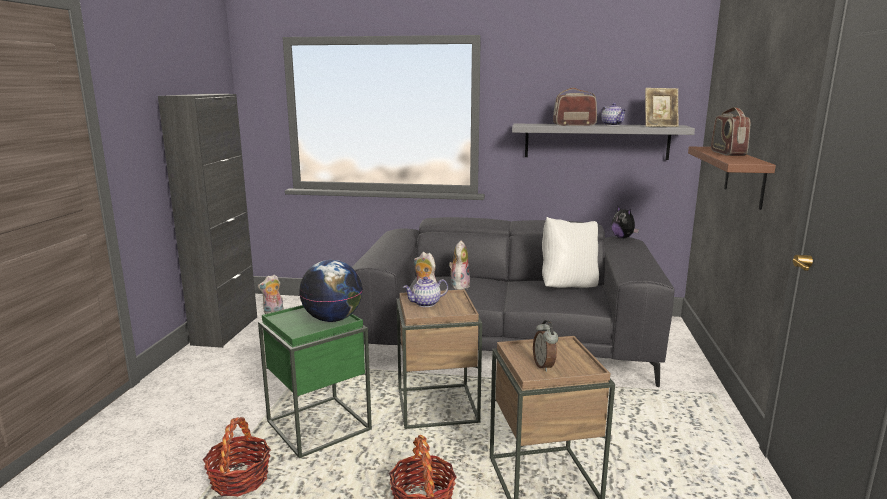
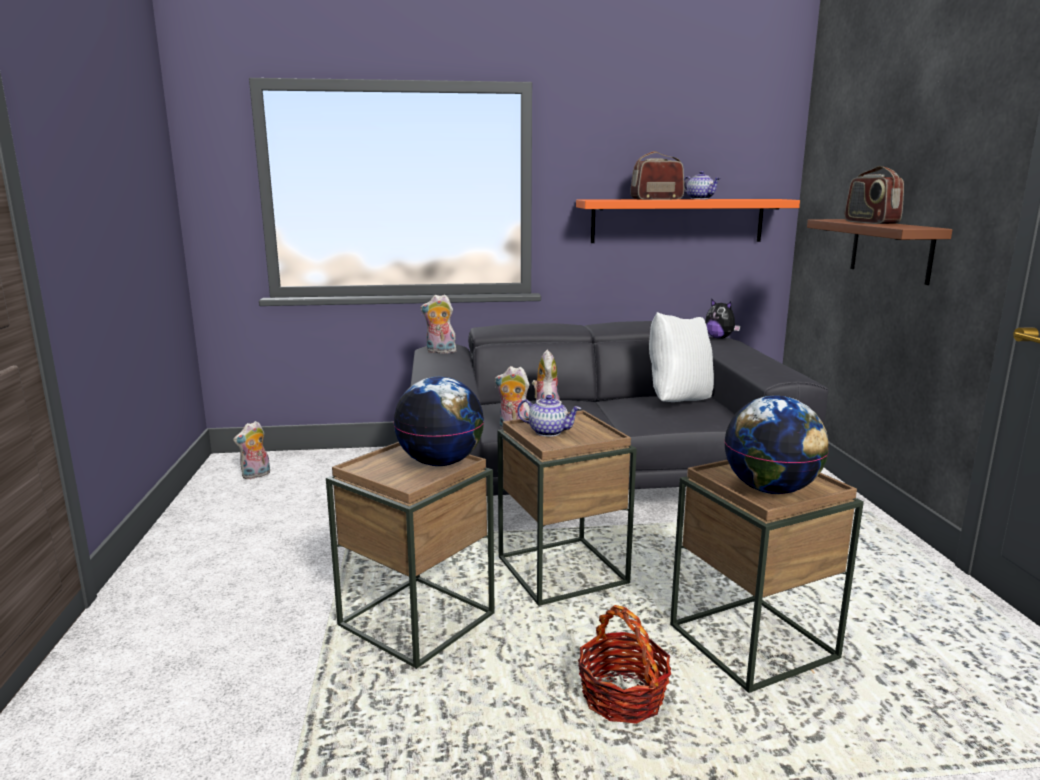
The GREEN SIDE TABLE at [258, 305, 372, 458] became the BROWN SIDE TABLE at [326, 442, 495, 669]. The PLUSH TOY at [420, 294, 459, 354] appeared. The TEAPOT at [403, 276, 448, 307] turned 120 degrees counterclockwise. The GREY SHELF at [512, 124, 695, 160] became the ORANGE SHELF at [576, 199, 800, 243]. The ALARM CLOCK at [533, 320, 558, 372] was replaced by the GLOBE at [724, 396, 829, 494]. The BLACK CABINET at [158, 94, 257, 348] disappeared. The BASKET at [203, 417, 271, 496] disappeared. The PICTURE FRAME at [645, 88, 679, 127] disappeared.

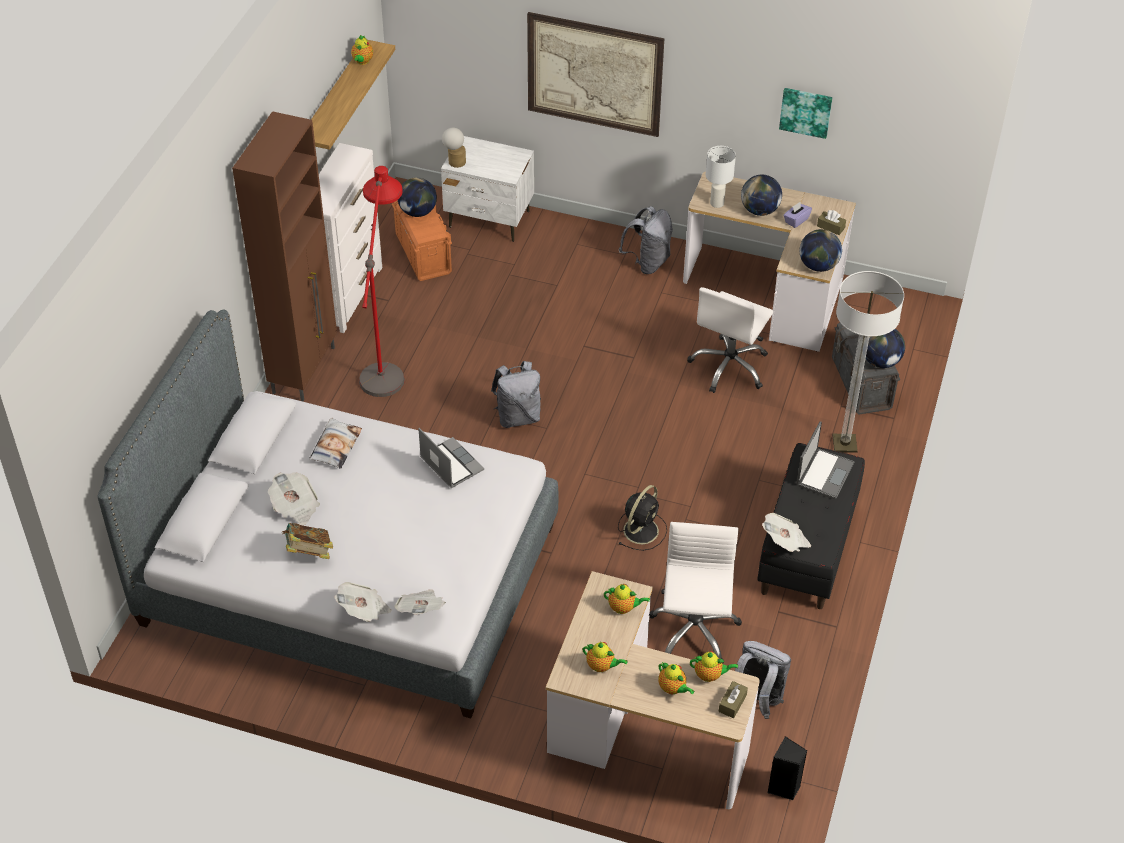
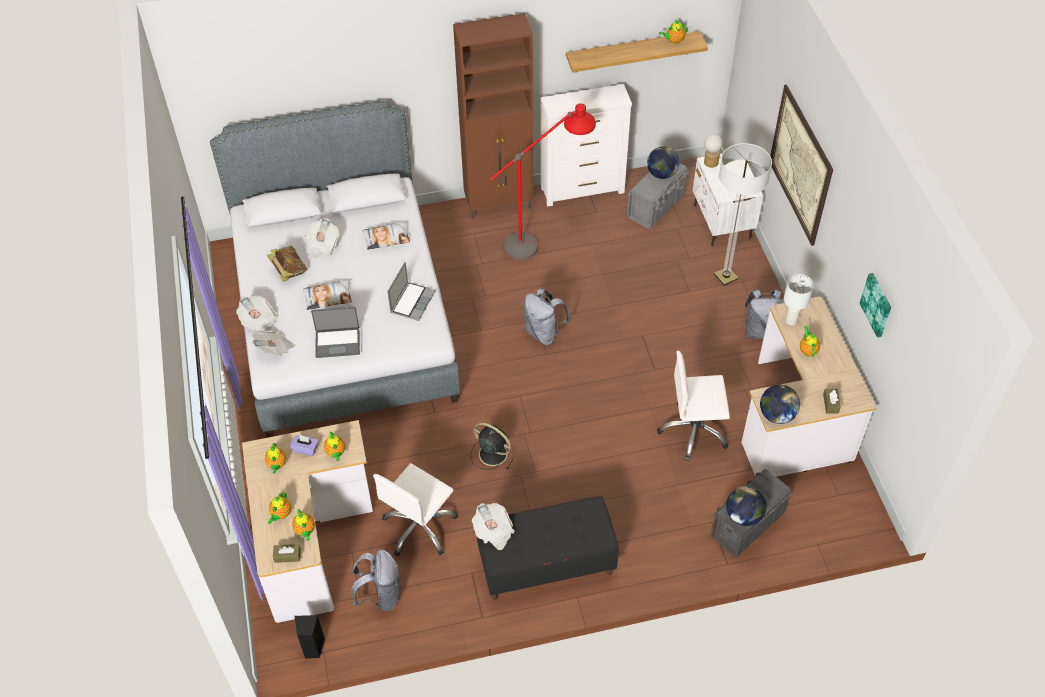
The PURPLE TISSUE BOX moved from [783, 202, 812, 228] to [290, 435, 319, 456]. The PILLOW at [303, 280, 352, 310] appeared. The LAPTOP moved from [797, 421, 855, 499] to [311, 307, 360, 358]. The WHITE OFFICE CHAIR at [649, 522, 742, 664] turned 150 degrees clockwise. The BLACK FAN at [618, 485, 667, 551] turned 150 degrees counterclockwise. The ORANGE STORAGE BOX at [392, 200, 452, 281] became the GREY STORAGE BOX at [627, 163, 689, 229]. The FLOOR LAMP moved from [832, 271, 904, 453] to [714, 143, 772, 286]. The GLOBE at [741, 175, 782, 216] was replaced by the TEAPOT at [800, 326, 820, 357].

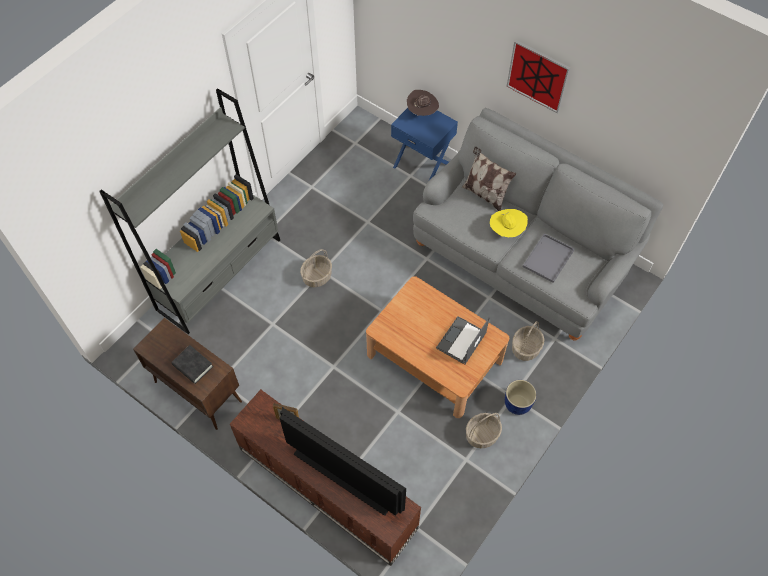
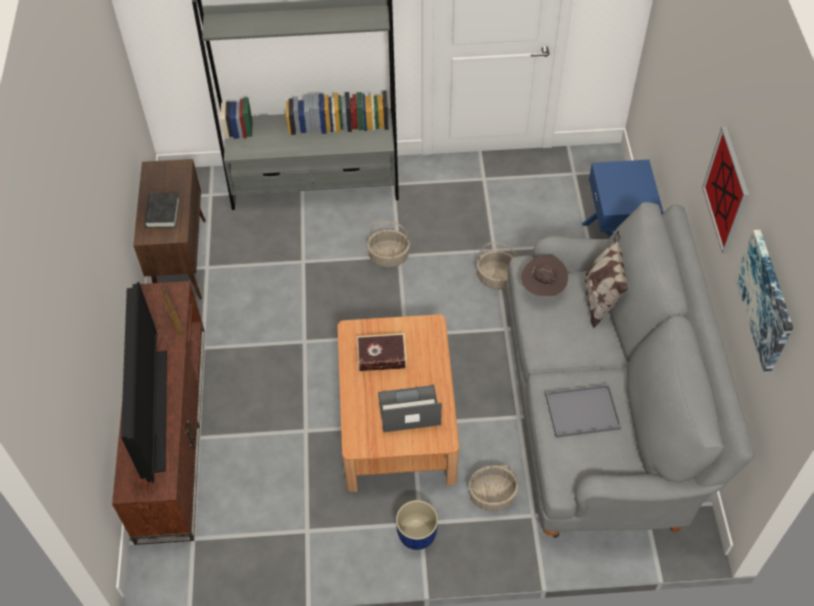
The BOOK at [357, 333, 407, 371] appeared. The BASKET moved from [466, 413, 502, 449] to [477, 242, 517, 290]. The BROWN HAT moved from [407, 90, 439, 116] to [521, 255, 568, 296]. The PICTURE at [735, 230, 793, 373] appeared. The YELLOW HAT at [490, 209, 528, 237] disappeared.

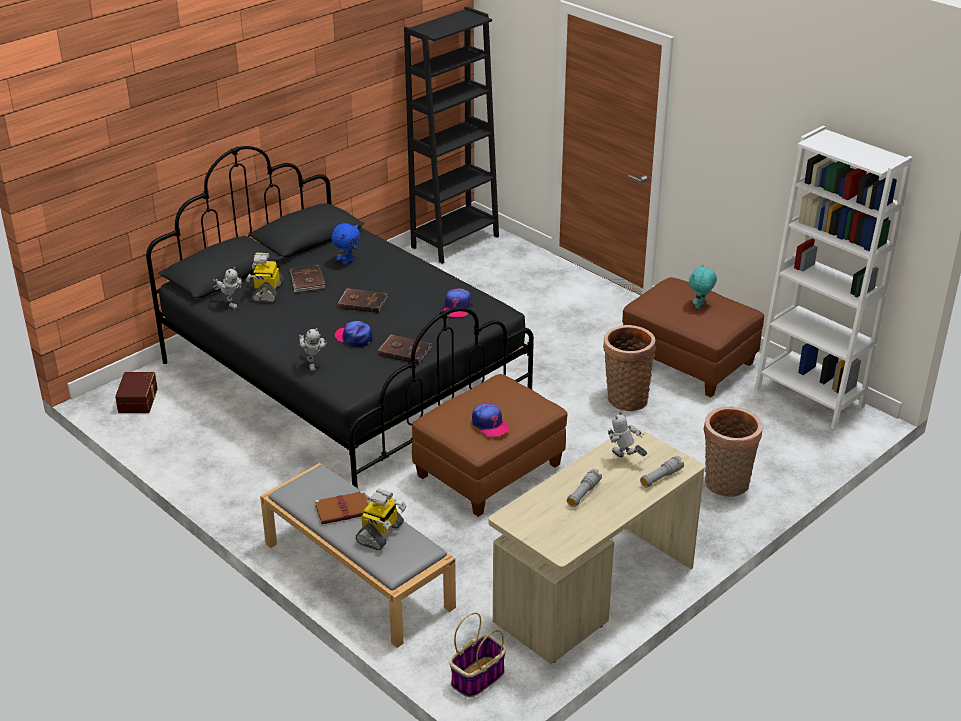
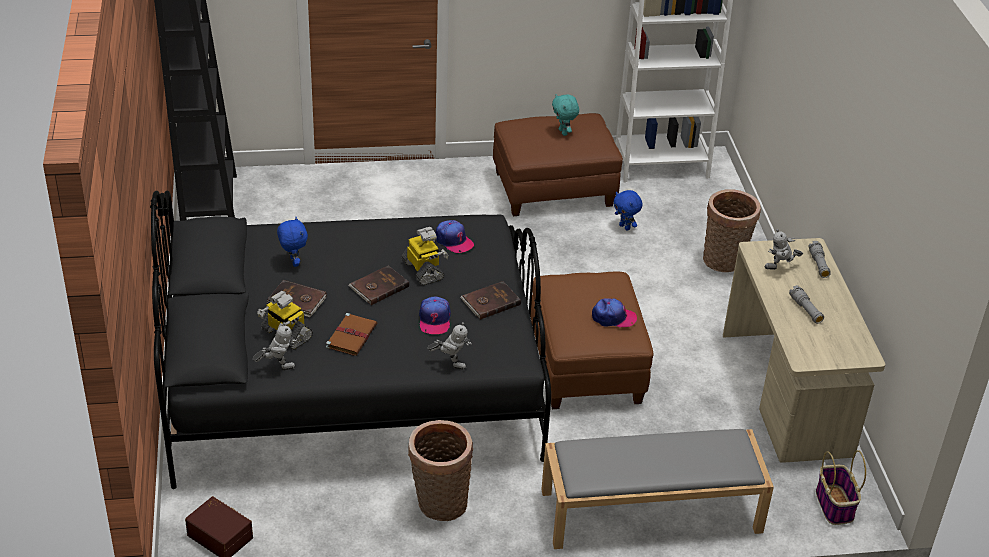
The BROWN BOOK moved from [315, 491, 370, 524] to [326, 313, 377, 356]. The TOY ROBOT moved from [355, 489, 407, 550] to [401, 227, 449, 285]. The BASKET moved from [603, 325, 656, 411] to [408, 420, 473, 521]. The CAP at [335, 321, 373, 348] turned 75 degrees counterclockwise. The BLUE PLUSH TOY at [613, 190, 642, 231] appeared.

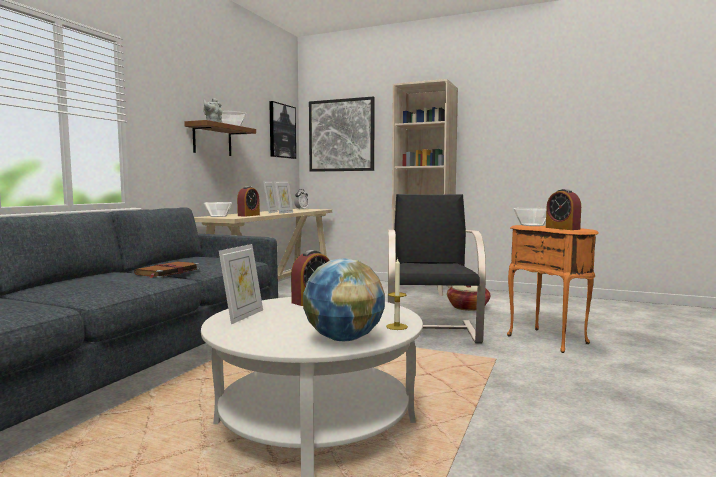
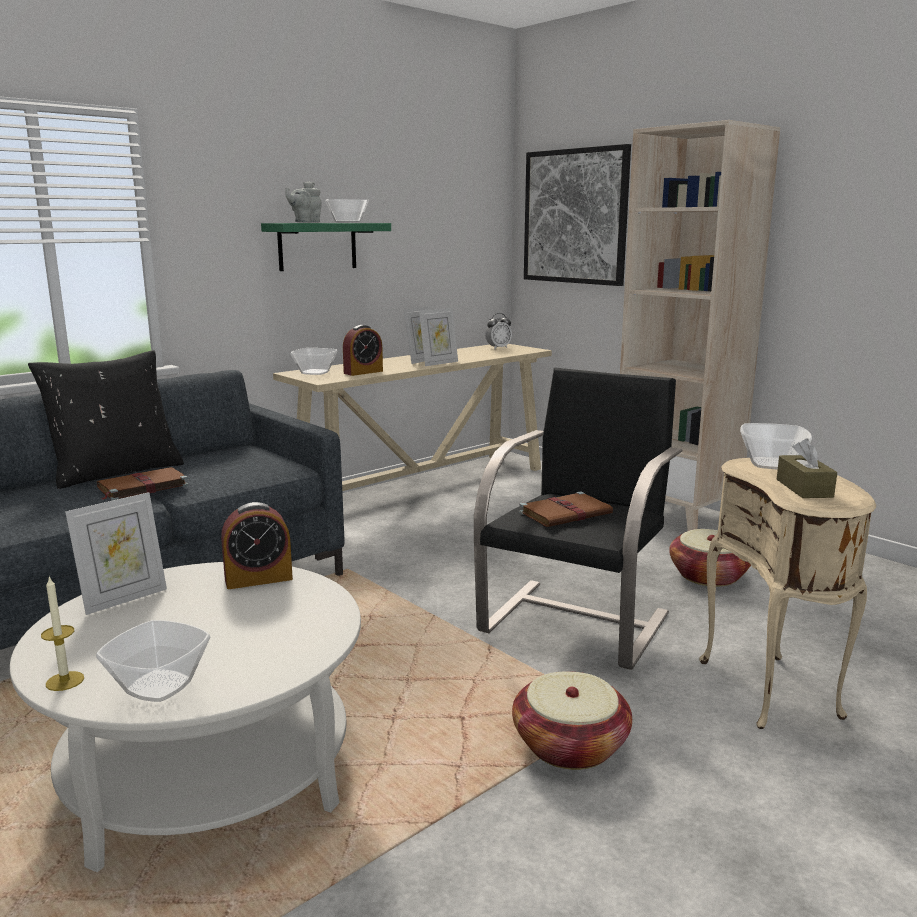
The BLACK PILLOW at [28, 350, 184, 489] appeared. The CANDLE moved from [386, 257, 408, 330] to [41, 575, 84, 691]. The GLOBE at [303, 258, 385, 341] was replaced by the BOWL at [96, 620, 210, 702]. The BROWN SHELF at [184, 120, 256, 156] became the GREEN SHELF at [261, 223, 391, 271]. The BASKET at [512, 671, 632, 770] appeared. The BROWN BOOK at [519, 491, 613, 527] appeared. The ORANGE SIDE TABLE at [507, 225, 599, 353] became the BEIGE SIDE TABLE at [699, 458, 876, 729]. The ALARM CLOCK at [546, 189, 581, 230] was replaced by the BROWN TISSUE BOX at [777, 438, 837, 498]. The PICTURE at [269, 101, 296, 159] disappeared.

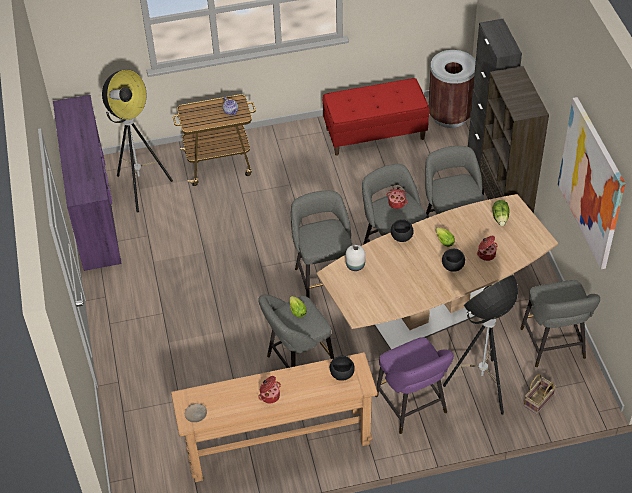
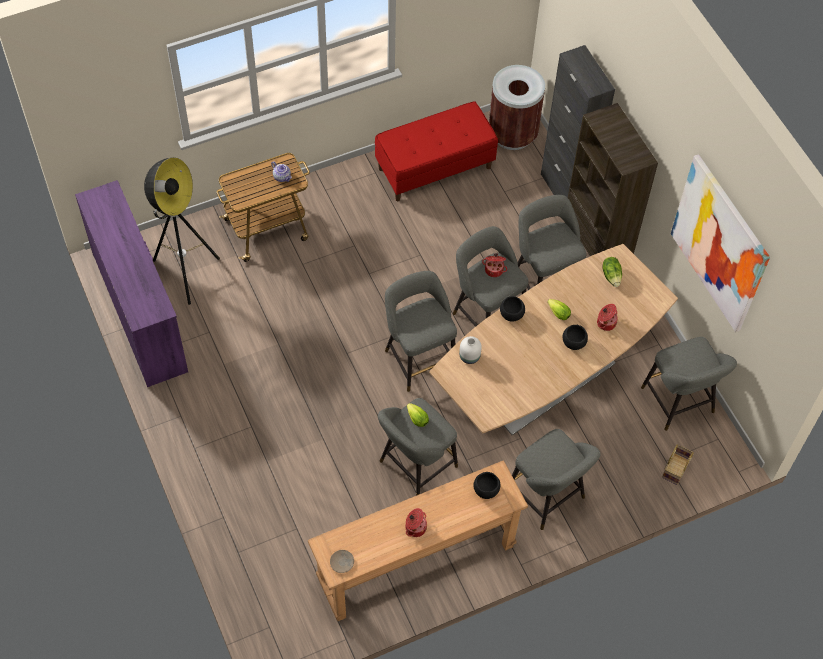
The PURPLE STOOL at [375, 337, 454, 434] became the GREY STOOL at [512, 429, 601, 530]. The FLOOR LAMP at [443, 275, 518, 415] disappeared.

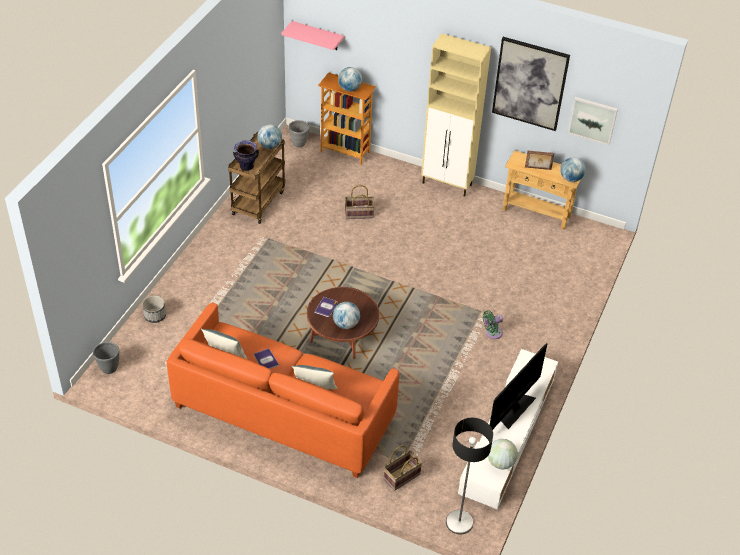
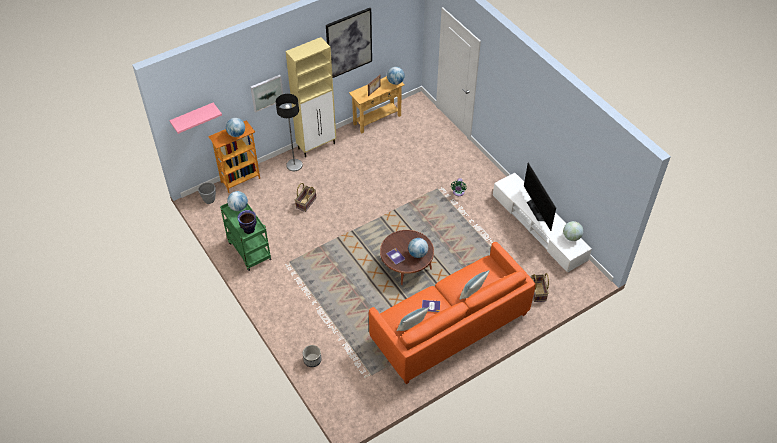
The BROWN CART at [228, 132, 285, 224] became the GREEN CART at [220, 203, 272, 271]. The PICTURE moved from [568, 97, 618, 145] to [251, 75, 283, 113]. The FLOOR LAMP moved from [446, 418, 493, 535] to [276, 94, 303, 171]. The GREY PLANTER at [93, 342, 119, 374] disappeared.

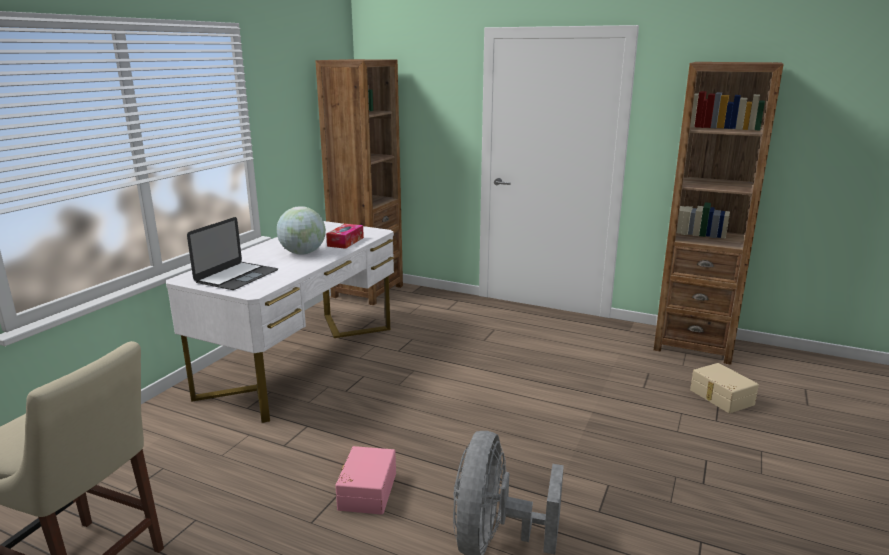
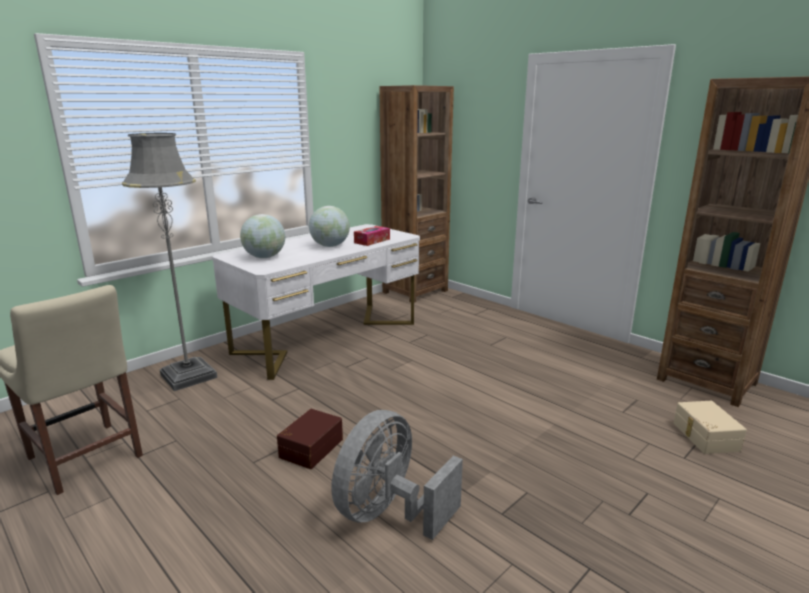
The GREY FLOOR LAMP at [122, 133, 217, 391] appeared. The LAPTOP at [187, 217, 278, 290] was replaced by the GLOBE at [240, 214, 285, 258]. The PINK STORAGE BOX at [335, 446, 396, 515] became the BROWN STORAGE BOX at [277, 409, 343, 469].

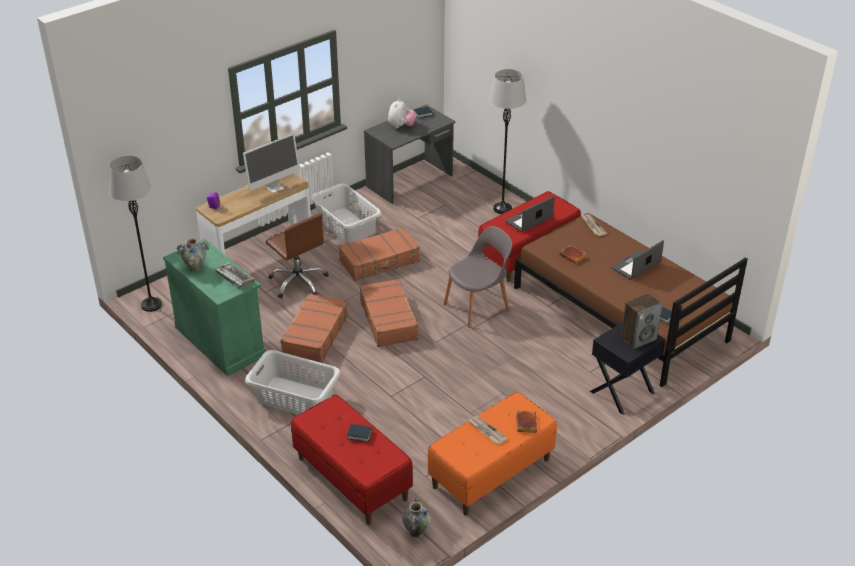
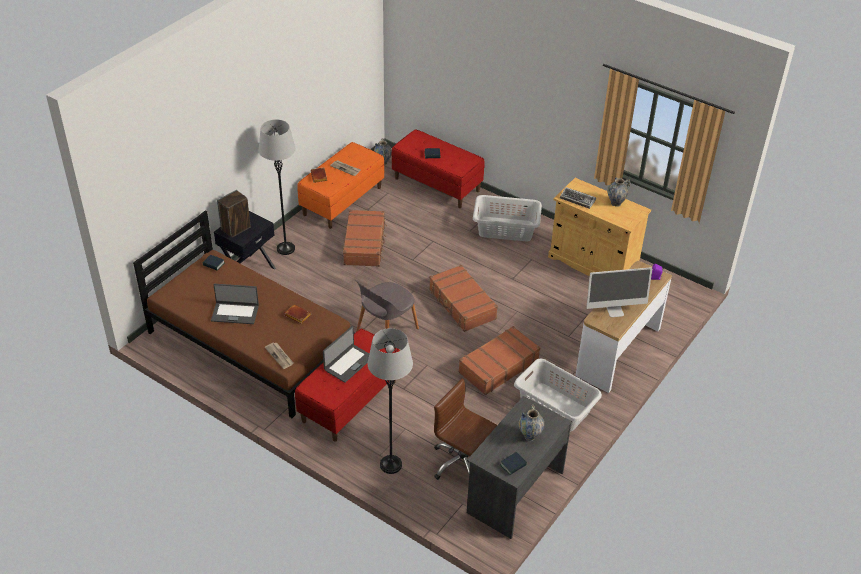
The LAPTOP at [611, 240, 664, 280] turned 60 degrees clockwise. The GREY FLOOR LAMP moved from [109, 156, 162, 312] to [258, 119, 296, 255]. The BROWN SUITCASE moved from [280, 293, 348, 363] to [343, 210, 387, 267]. The BROWN OFFICE CHAIR moved from [265, 213, 329, 299] to [434, 378, 497, 480]. The PLUSH TOY at [388, 99, 416, 129] was replaced by the VASE at [519, 404, 544, 441]. The GREEN CABINET at [163, 239, 266, 376] became the BEIGE CABINET at [548, 178, 651, 276]. The MONITOR at [243, 134, 300, 193] turned 135 degrees counterclockwise.

